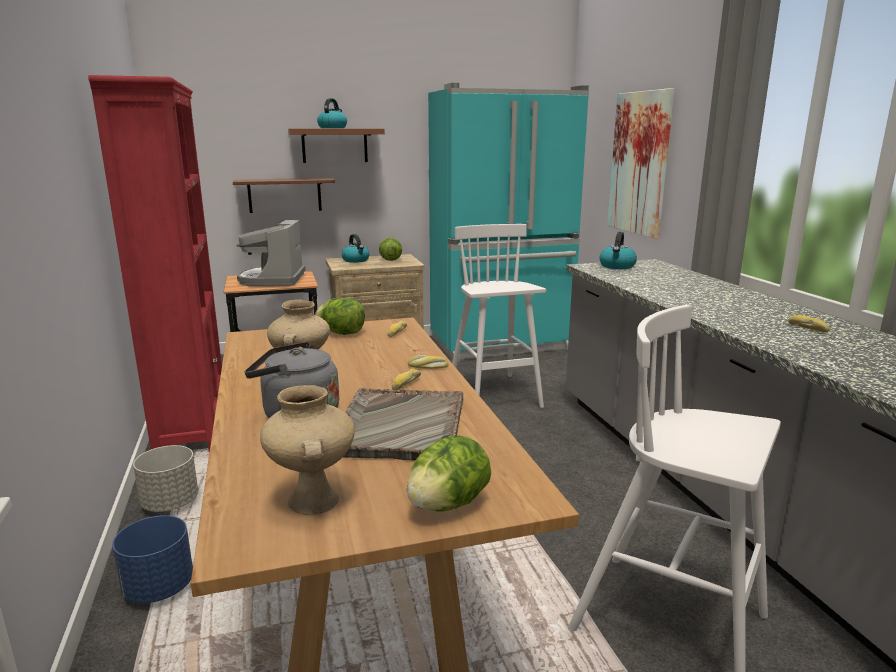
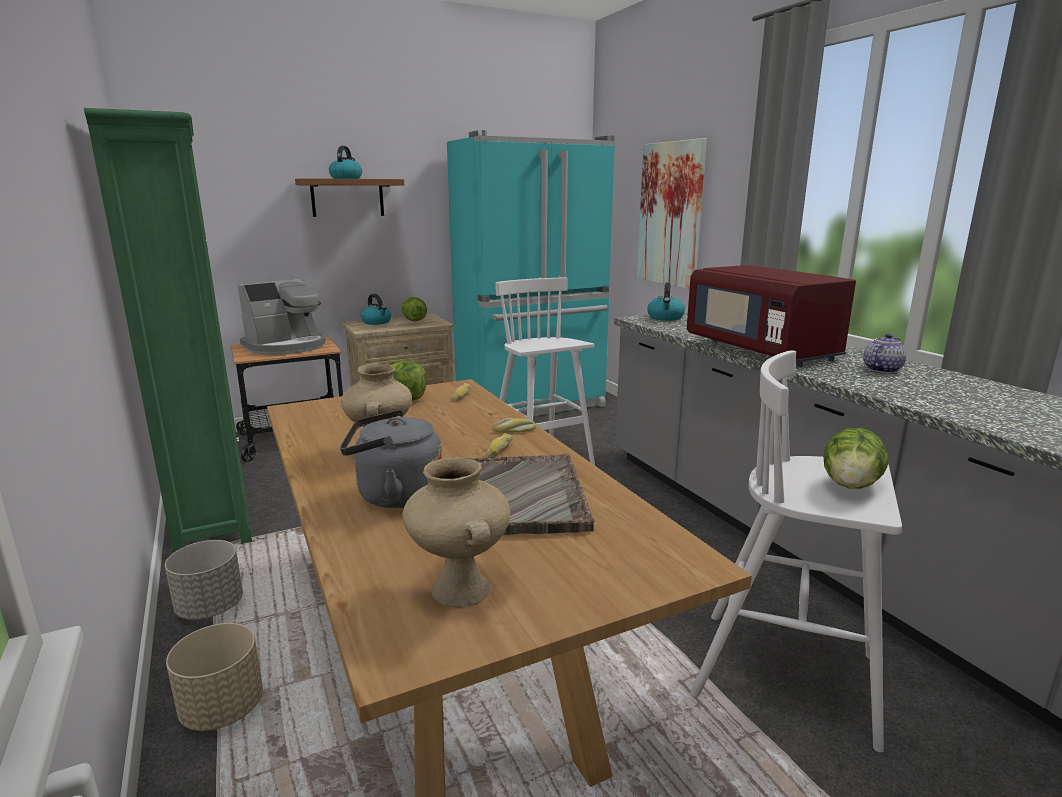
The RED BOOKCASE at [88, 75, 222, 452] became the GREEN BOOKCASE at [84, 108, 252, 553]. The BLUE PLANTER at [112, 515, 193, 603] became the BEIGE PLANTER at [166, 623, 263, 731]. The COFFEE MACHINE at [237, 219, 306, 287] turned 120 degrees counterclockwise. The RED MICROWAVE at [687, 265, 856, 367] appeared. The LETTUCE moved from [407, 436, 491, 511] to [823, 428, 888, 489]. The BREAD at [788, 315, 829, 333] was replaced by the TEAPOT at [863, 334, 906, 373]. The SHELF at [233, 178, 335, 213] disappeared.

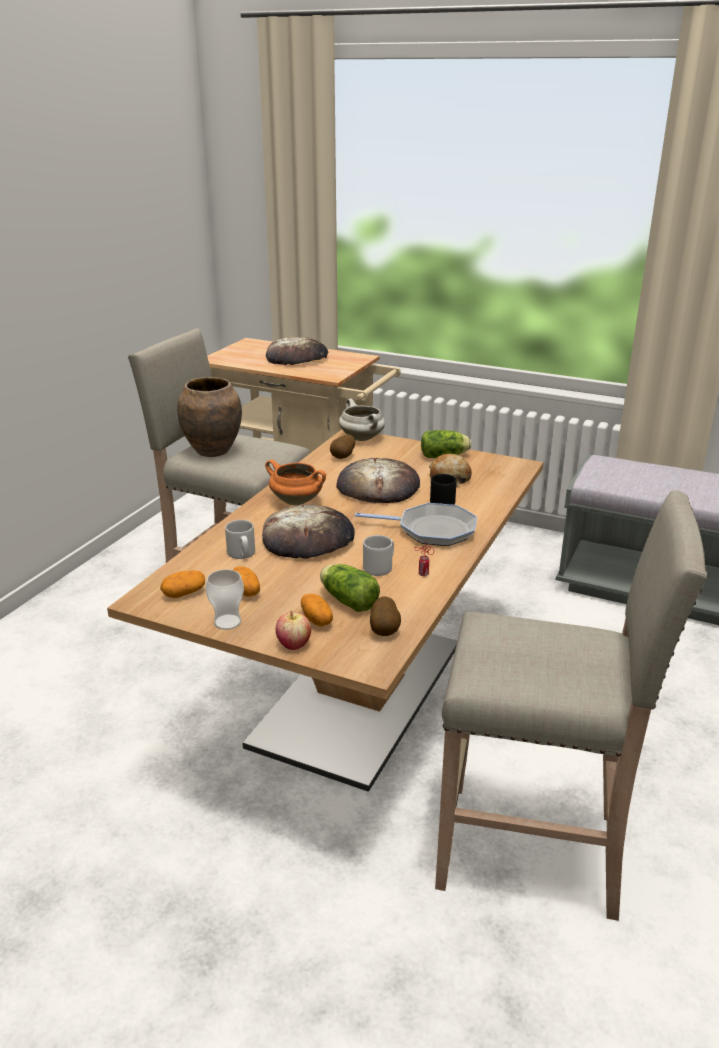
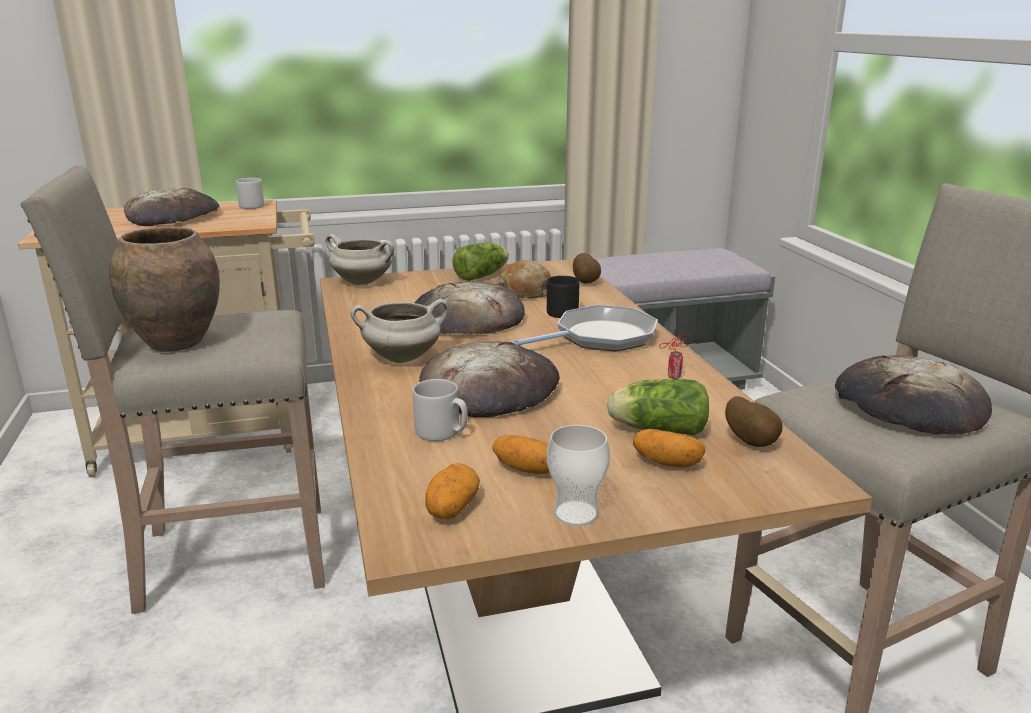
The GREY MUG moved from [363, 535, 394, 576] to [236, 178, 264, 209]. The ORANGE COOKING POT at [265, 459, 326, 505] became the WHITE COOKING POT at [351, 299, 449, 363]. The POTATO moved from [330, 434, 355, 459] to [573, 253, 601, 284]. The BREAD at [835, 355, 992, 435] appeared. The APPLE at [276, 611, 311, 650] disappeared.

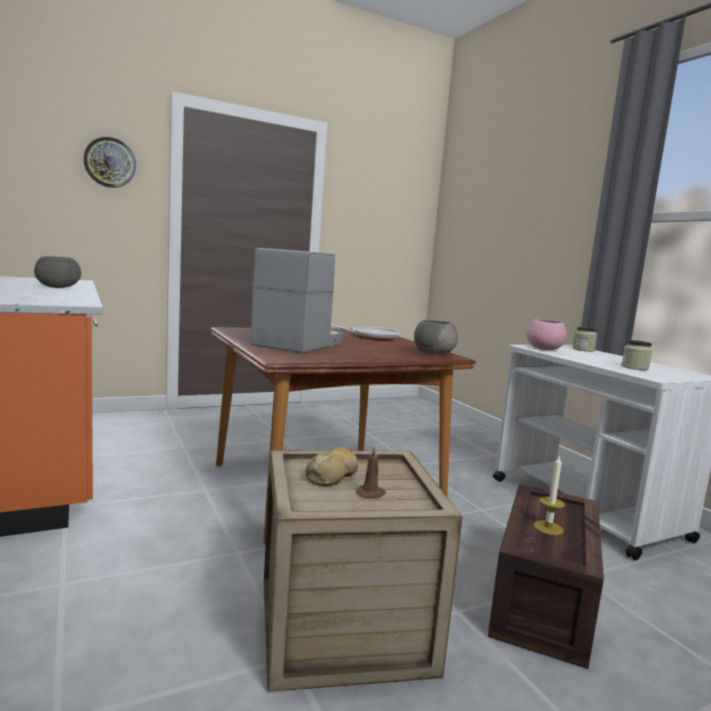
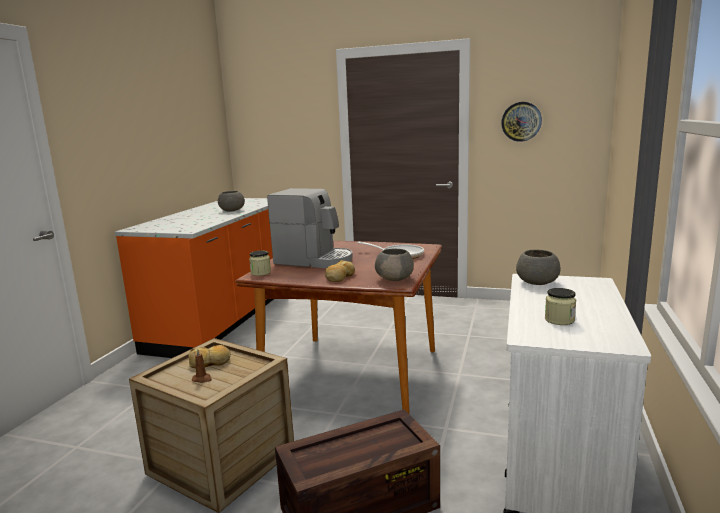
The JAR moved from [573, 327, 597, 352] to [249, 250, 271, 276]. The COFFEE MACHINE at [250, 248, 343, 353] turned 45 degrees clockwise. The BREAD at [325, 260, 355, 282] appeared. The WALL CLOCK moved from [83, 137, 136, 188] to [501, 102, 542, 142]. The PINK BOWL at [526, 319, 567, 350] became the GREY BOWL at [516, 250, 561, 285]. The CANDLE at [534, 455, 565, 535] disappeared.

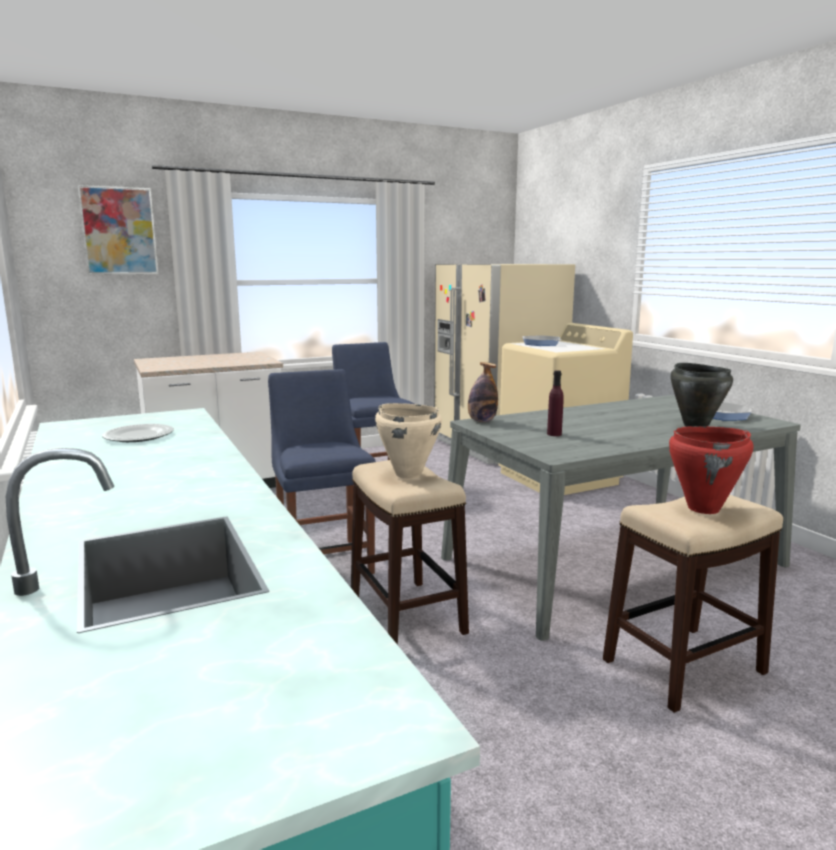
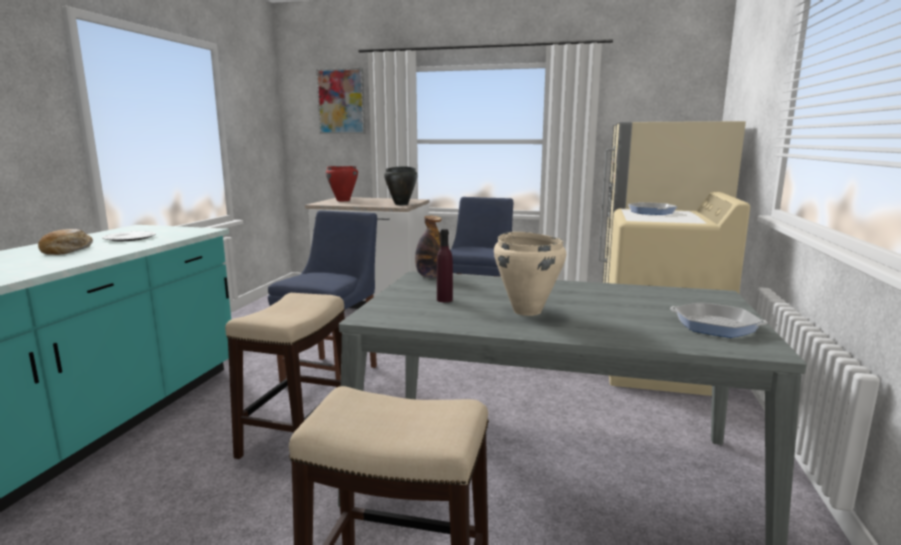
The BREAD at [38, 229, 93, 255] appeared. The RED COOKING POT moved from [669, 426, 754, 514] to [326, 166, 358, 201]. The BLACK COOKING POT moved from [670, 363, 733, 427] to [384, 166, 417, 205]. The BEIGE COOKING POT moved from [375, 403, 442, 479] to [494, 232, 566, 316].

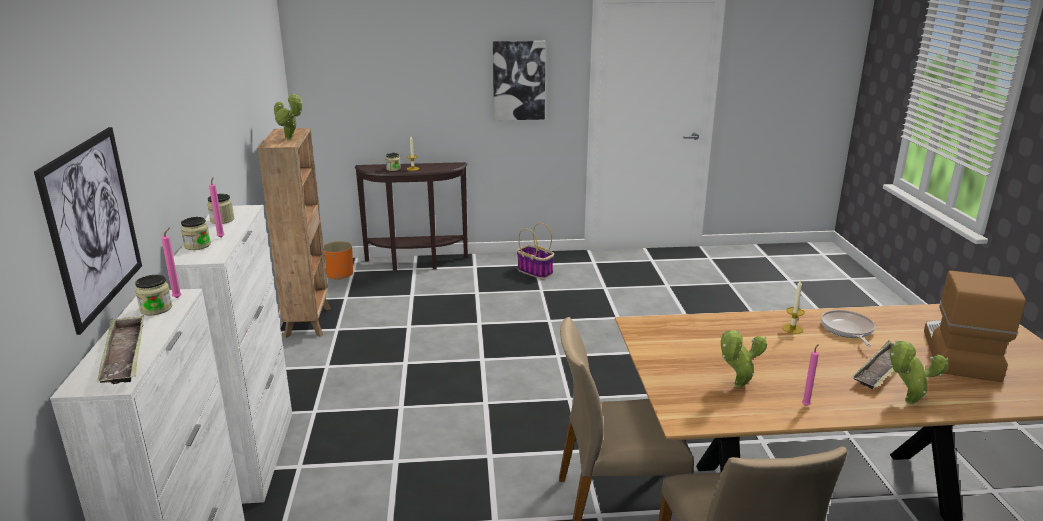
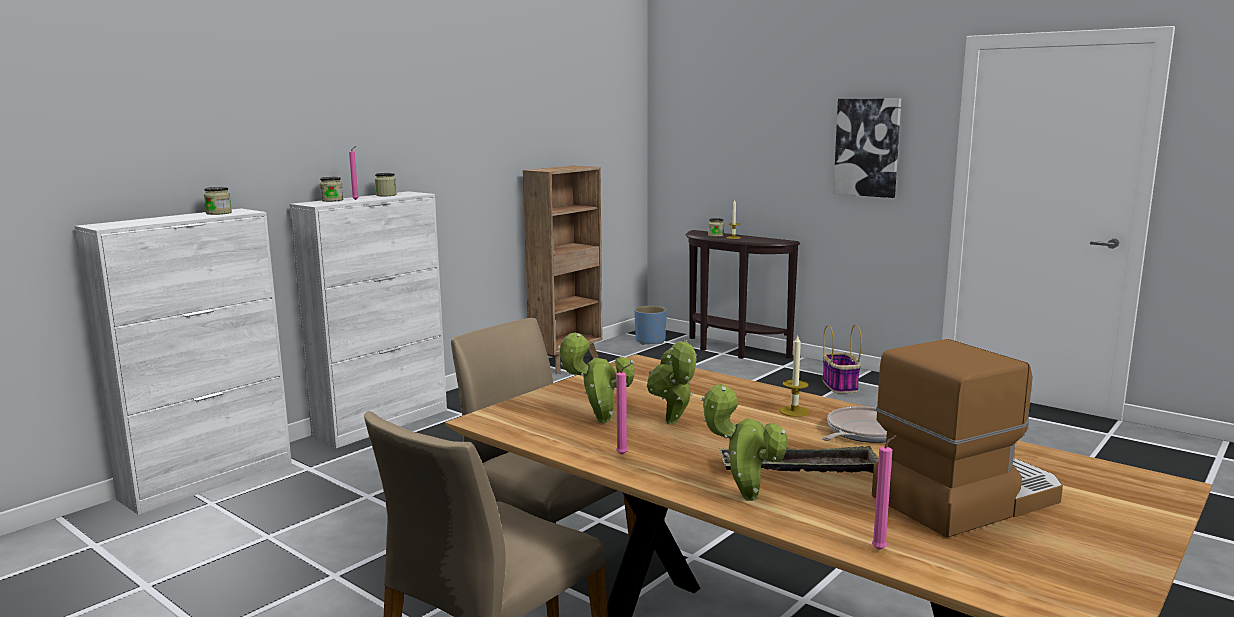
The ORANGE PLANTER at [323, 241, 353, 280] became the BLUE PLANTER at [634, 306, 667, 345]. The POTTED PLANT moved from [274, 93, 302, 140] to [647, 339, 697, 425]. The PINK CANDLE moved from [161, 228, 182, 298] to [872, 435, 897, 550]. The PICTURE at [34, 127, 142, 335] disappeared. The TRAY at [97, 315, 144, 384] disappeared.

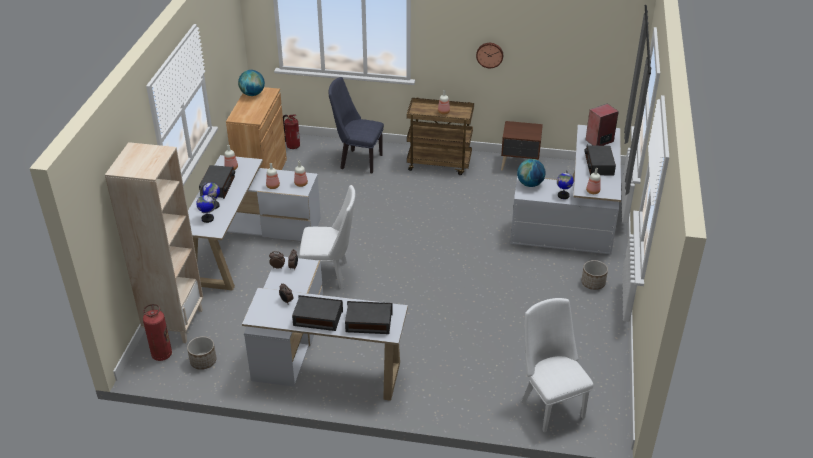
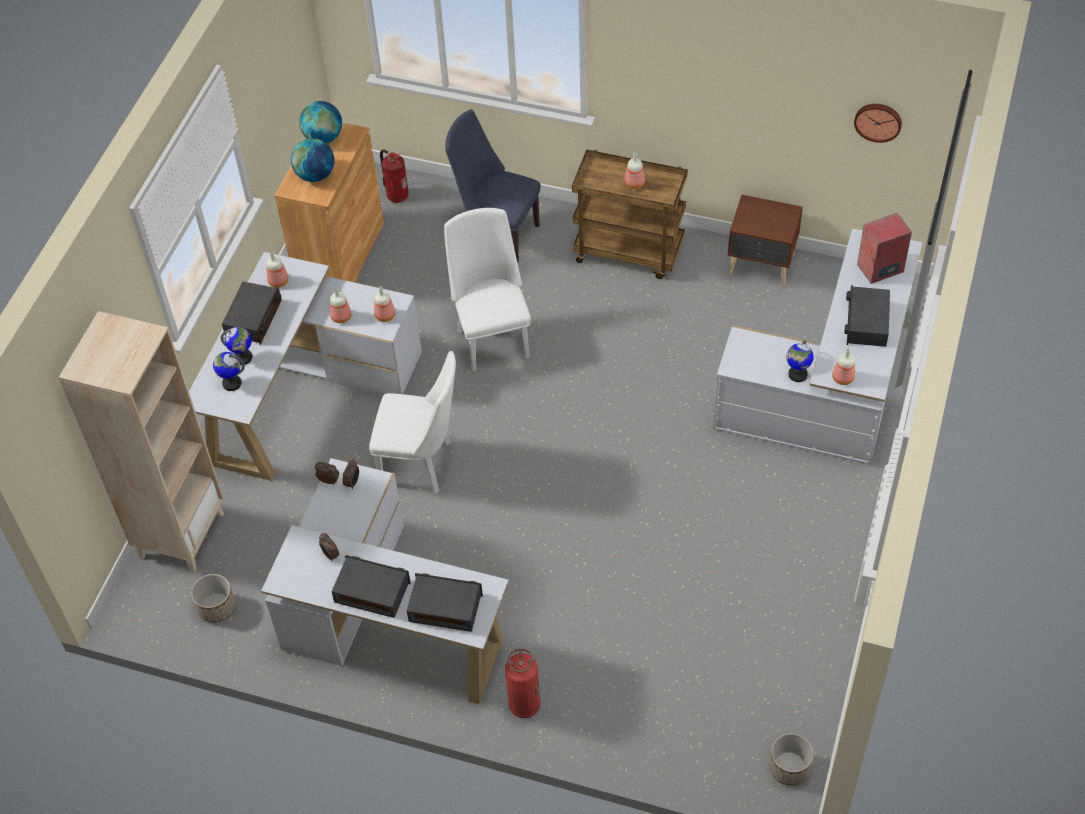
The GLOBE moved from [517, 159, 546, 187] to [291, 138, 335, 182]. The WHITE CHAIR moved from [521, 298, 593, 433] to [444, 208, 531, 371]. The FIRE EXTINGUISHER moved from [143, 304, 172, 361] to [505, 649, 541, 718]. The PLANTER moved from [581, 260, 608, 290] to [769, 733, 814, 786]. The WALL CLOCK moved from [476, 43, 503, 68] to [854, 104, 902, 143].

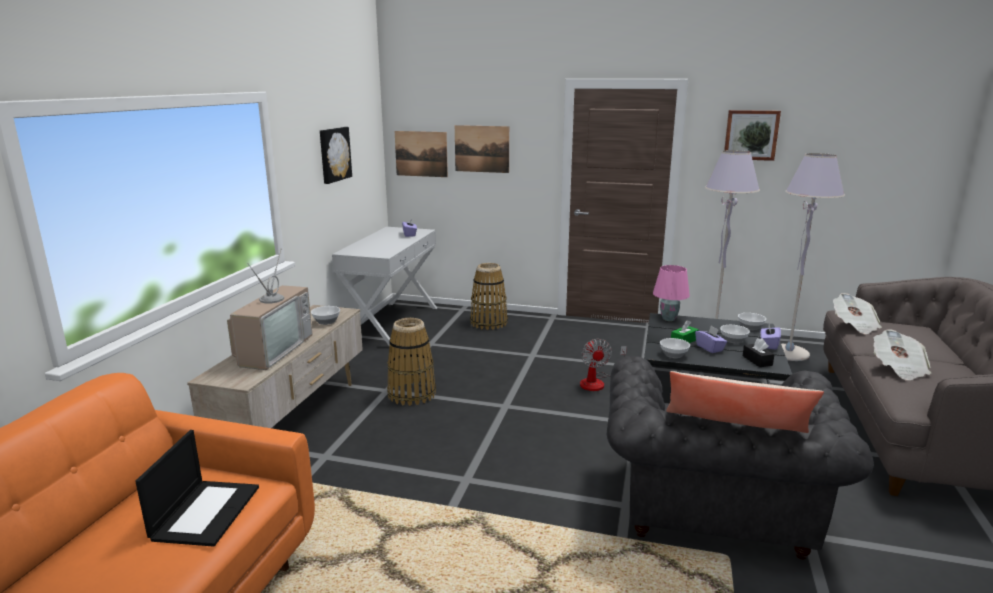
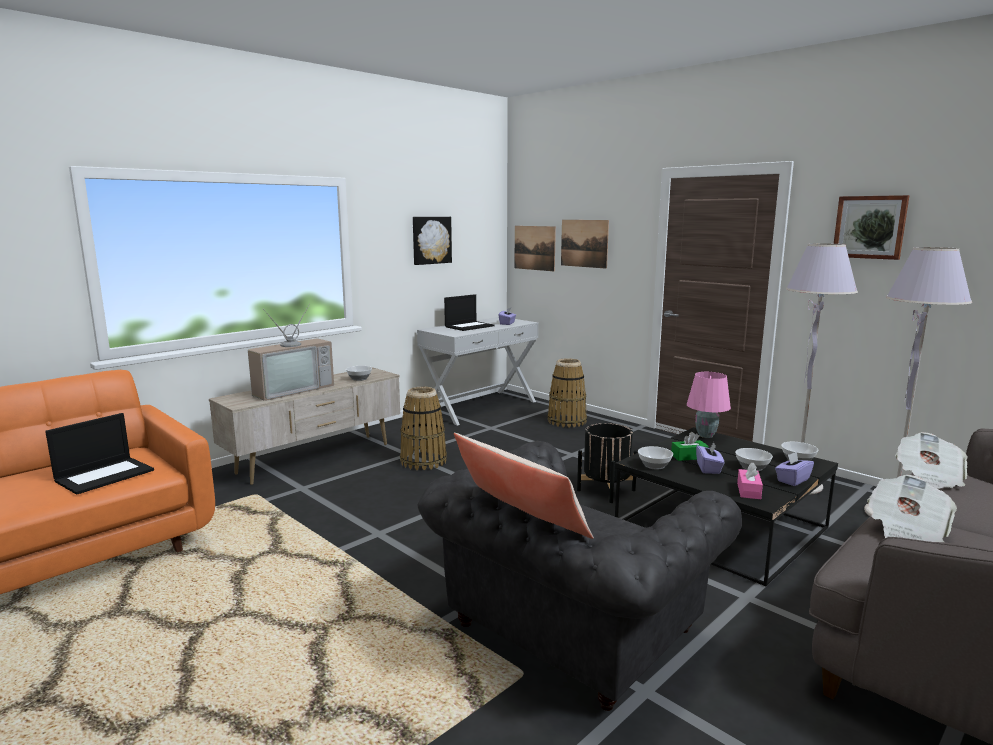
The LAPTOP at [444, 294, 494, 331] appeared. The FAN at [580, 339, 627, 391] was replaced by the BLACK PLANTER at [577, 423, 638, 503]. The BLACK TISSUE BOX at [743, 338, 775, 367] became the PINK TISSUE BOX at [737, 462, 763, 499].

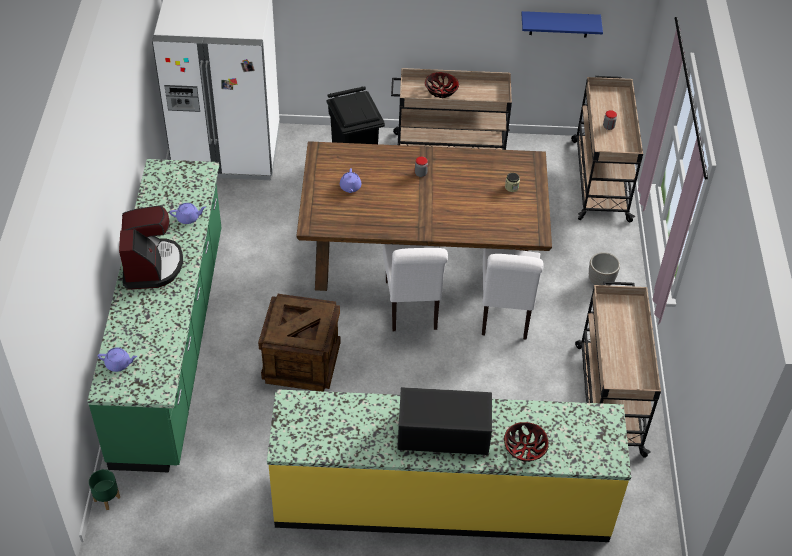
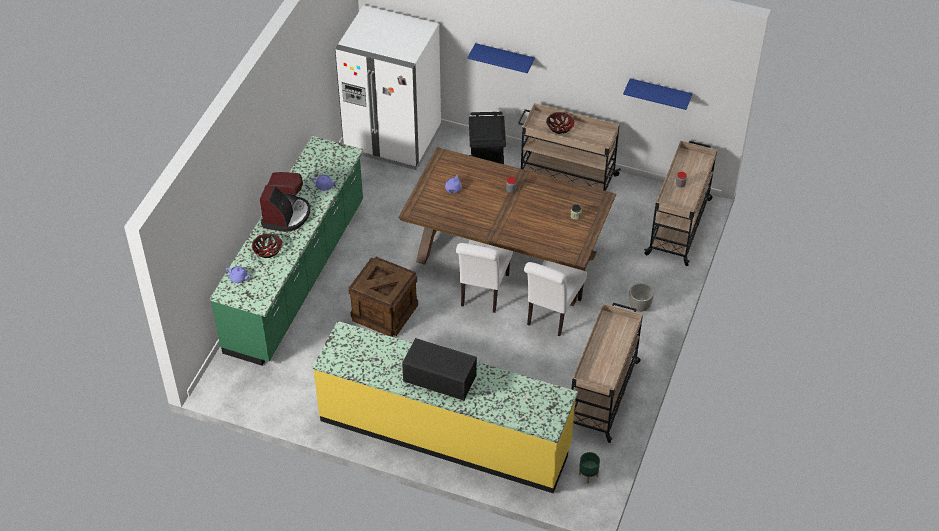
The BOWL moved from [504, 422, 549, 462] to [252, 233, 282, 258]. The BLUE SHELF at [467, 43, 535, 73] appeared. The GREEN PLANTER moved from [89, 469, 120, 510] to [579, 452, 600, 484].

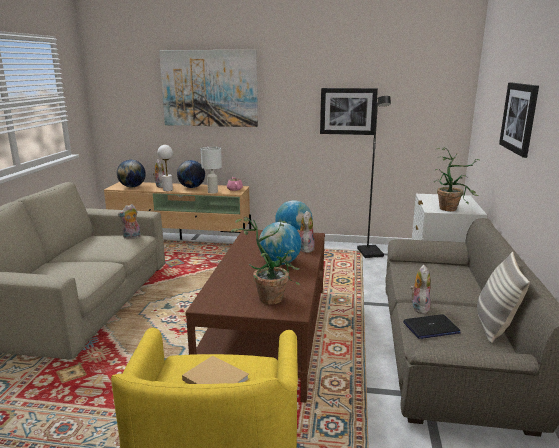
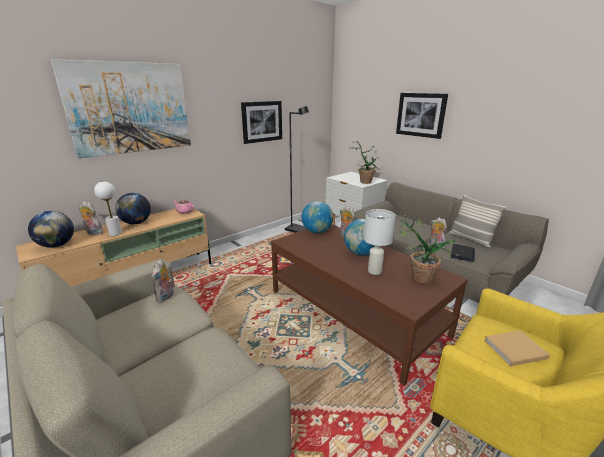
The WHITE TABLE LAMP moved from [201, 147, 222, 194] to [364, 209, 396, 275].

